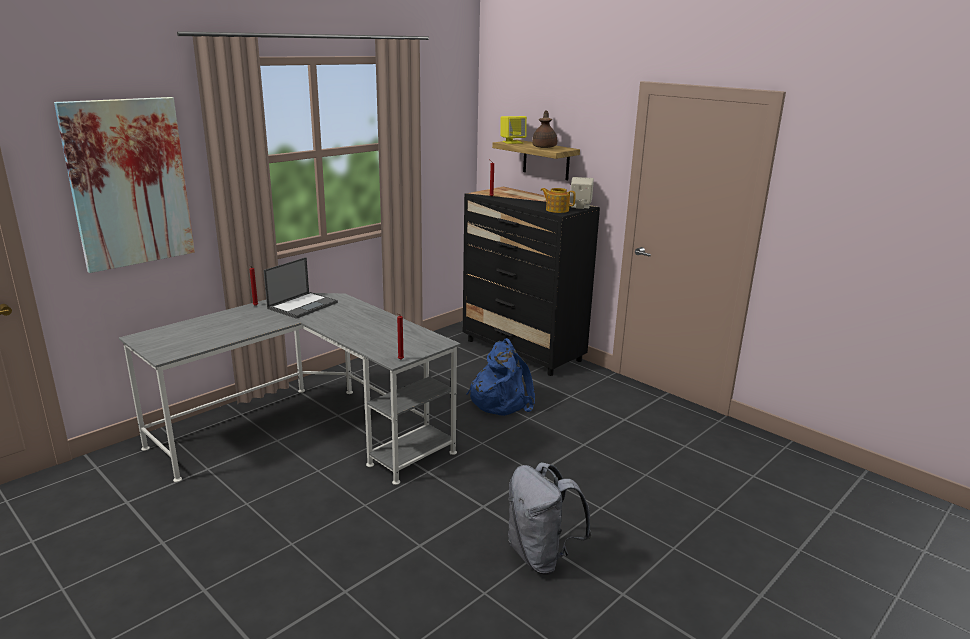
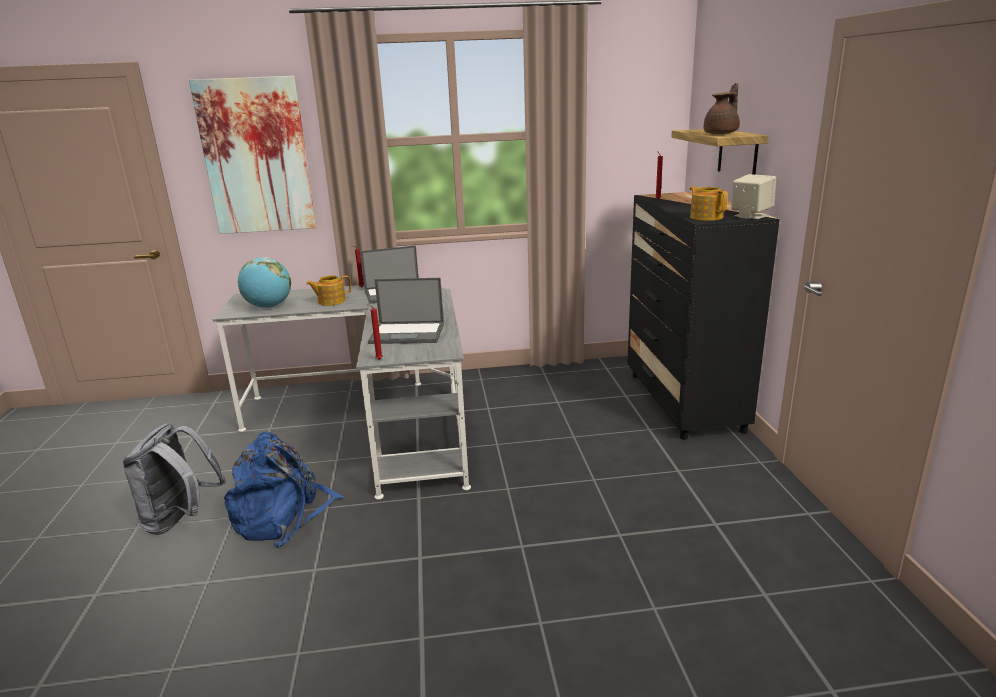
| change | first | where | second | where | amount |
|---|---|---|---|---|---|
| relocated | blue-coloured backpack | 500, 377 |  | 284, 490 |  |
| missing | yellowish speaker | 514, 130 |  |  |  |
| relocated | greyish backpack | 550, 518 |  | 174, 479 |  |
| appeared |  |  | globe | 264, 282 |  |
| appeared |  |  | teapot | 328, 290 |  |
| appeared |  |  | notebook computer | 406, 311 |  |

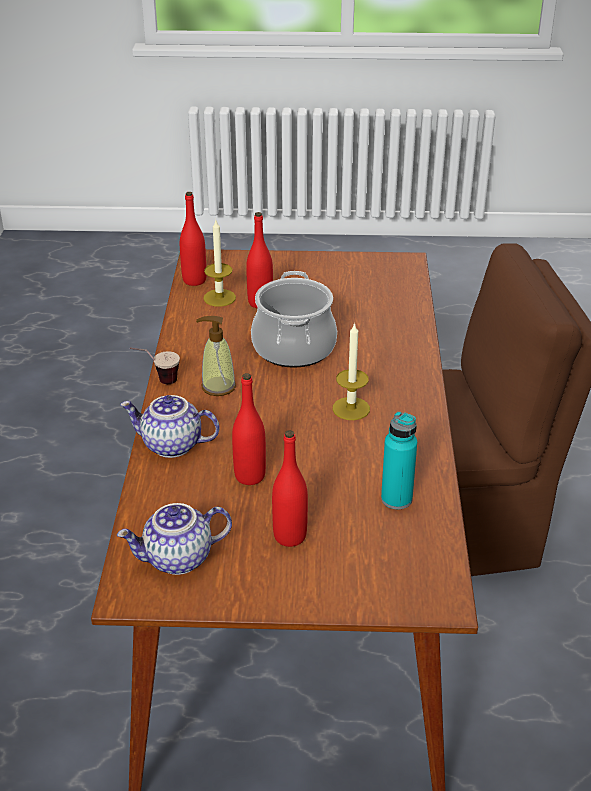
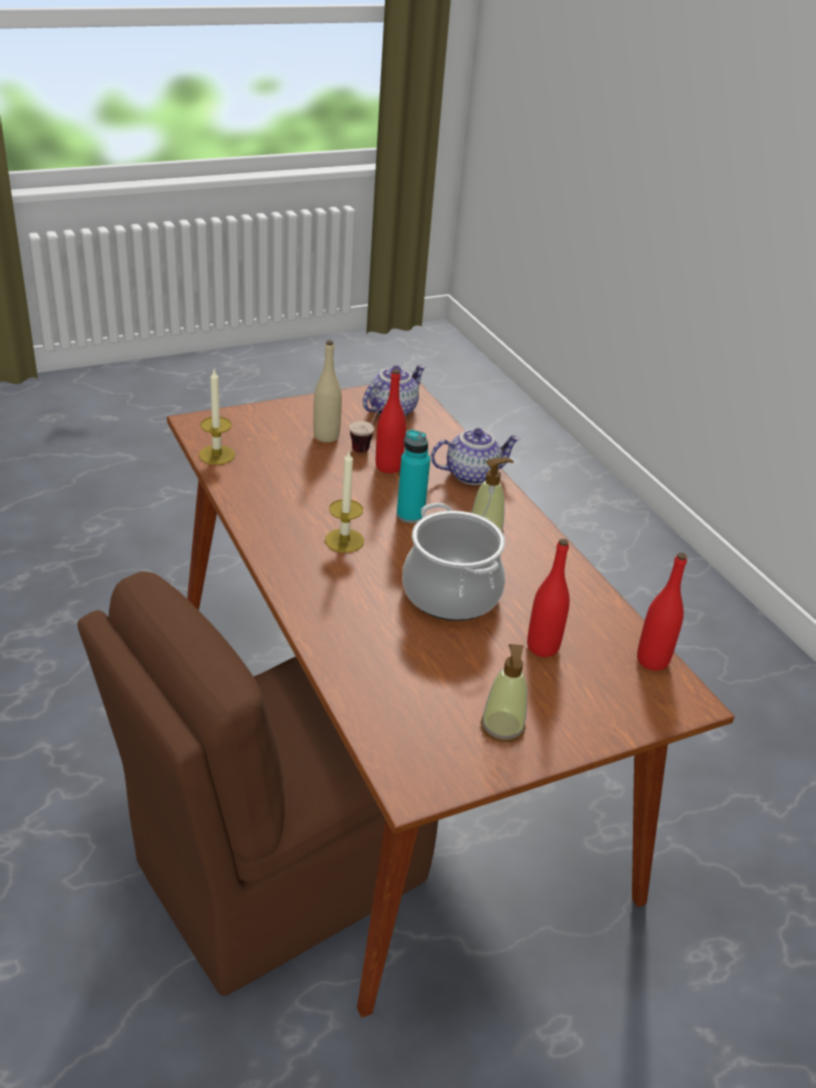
| change | first | where | second | where | amount |
|---|---|---|---|---|---|
| relocated | drinking cup | 155, 366 |  | 367, 429 |  |
| relocated | wax light | 219, 263 |  | 217, 417 |  |
| colour | reddish drink bottle | 290, 488 | sand-coloured drink bottle | 327, 391 |  |
| relocated | turquoise-coloured drink bottle | 399, 460 |  | 413, 476 |  |
| appeared |  |  | soap bottle | 504, 693 |  |

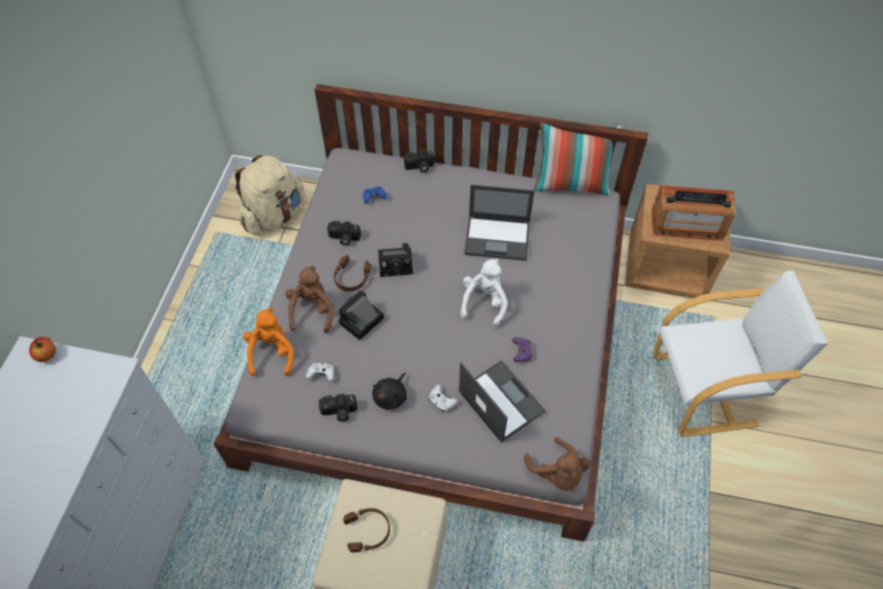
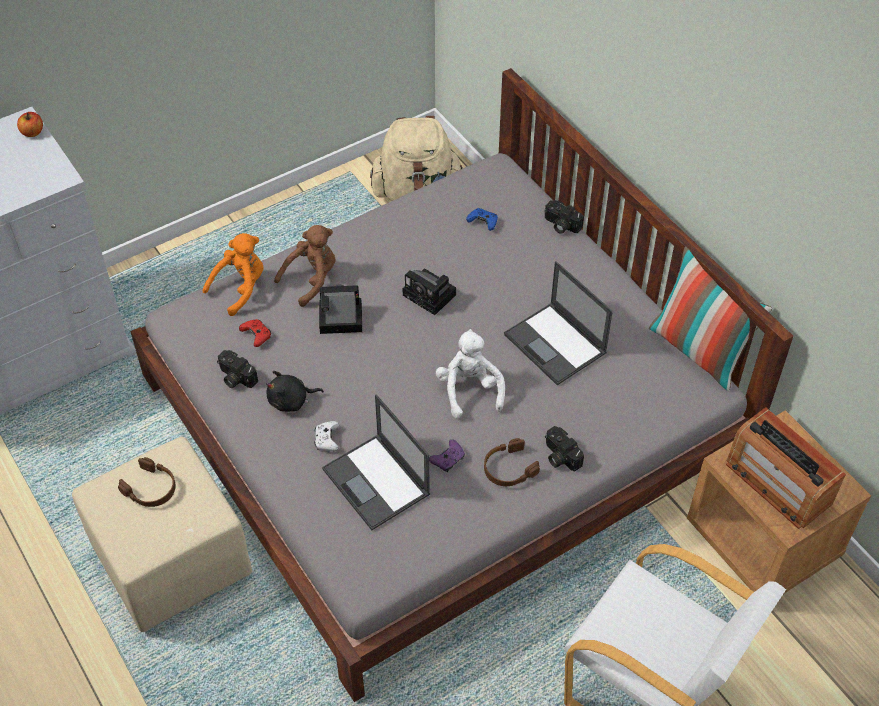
| change | first | where | second | where | amount |
|---|---|---|---|---|---|
| colour | white game controller | 320, 372 | reddish game controller | 255, 333 |  |
| relocated | still camera | 344, 233 |  | 564, 449 |  |
| relocated | brown-coloured headphones | 352, 273 |  | 512, 462 |  |
| spun | notebook computer | 502, 401 |  | 376, 462 | 135 degrees clockwise |
| spun | white soft toy | 484, 293 |  | 470, 373 | 75 degrees counterclockwise |
| missing | brown-coloured soft toy | 557, 464 |  |  |  |

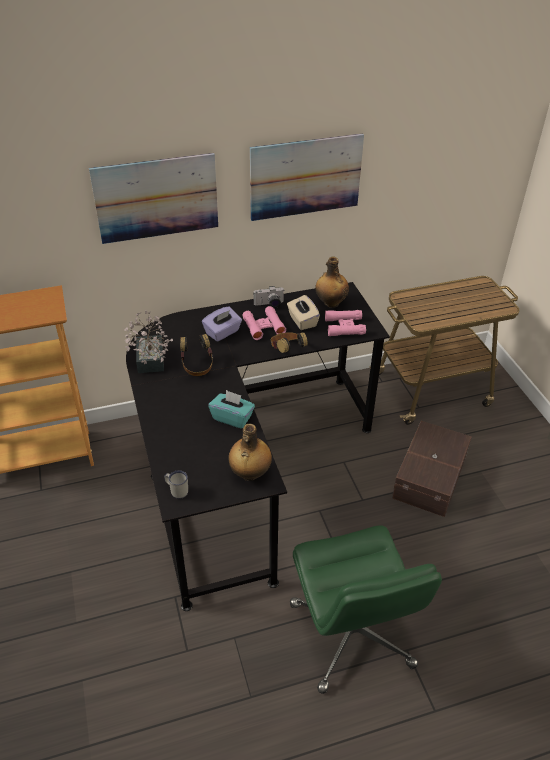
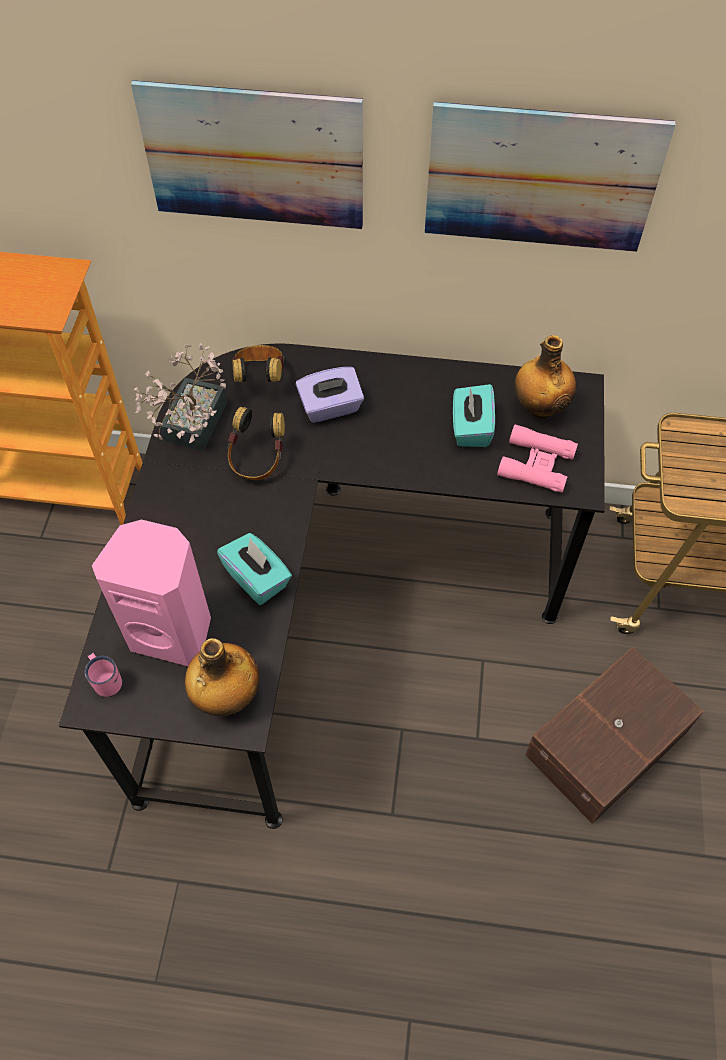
| change | first | where | second | where | amount |
|---|---|---|---|---|---|
| colour | white tea mug | 176, 484 | pink-coloured tea mug | 103, 674 |  |
| missing | pink-coloured pair of binoculars | 264, 323 |  |  |  |
| missing | still camera | 269, 297 |  |  |  |
| relocated | headphones | 289, 342 |  | 258, 363 |  |
| colour | sand-coloured tissue box | 303, 312 | turquoise-coloured tissue box | 474, 415 |  |
| missing | green-coloured desk chair | 366, 609 |  |  |  |
| appeared |  |  | pink-coloured speaker | 151, 593 |  |

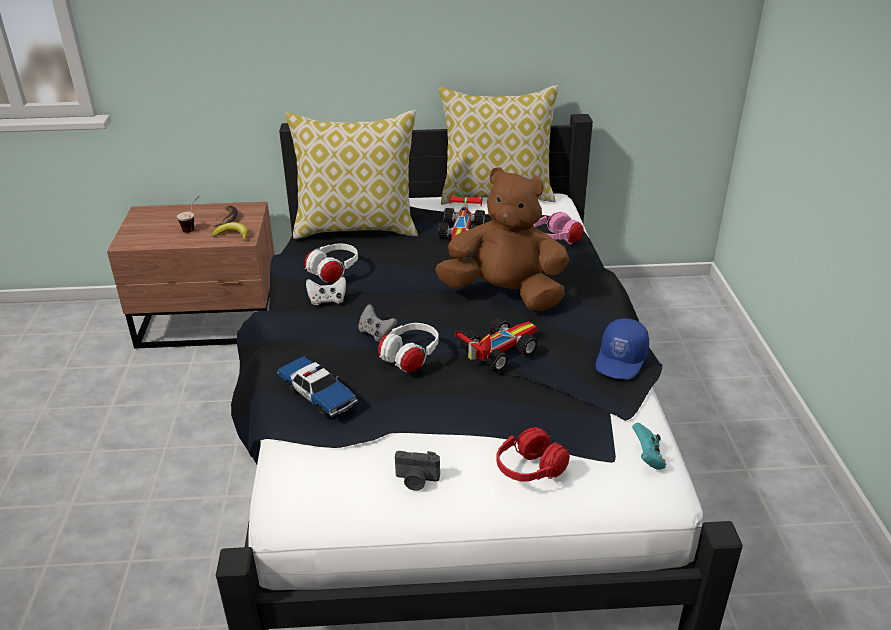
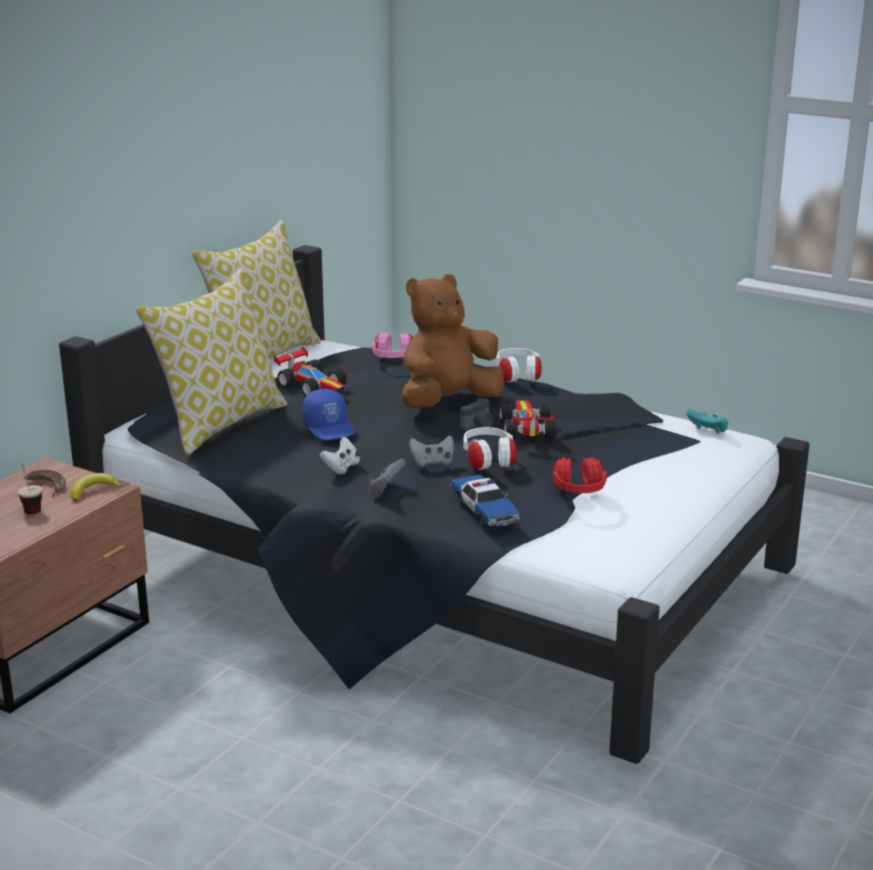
| change | first | where | second | where | amount |
|---|---|---|---|---|---|
| spun | model car | 317, 386 |  | 485, 500 | 75 degrees clockwise |
| relocated | white headphones | 331, 263 |  | 519, 365 |  |
| relocated | still camera | 417, 471 |  | 476, 414 |  |
| relocated | reddish headphones | 533, 454 |  | 580, 475 |  |
| relocated | blue-coloured baseball cap | 622, 348 |  | 328, 414 |  |
| appeared |  |  | greyish game controller | 387, 476 |  |

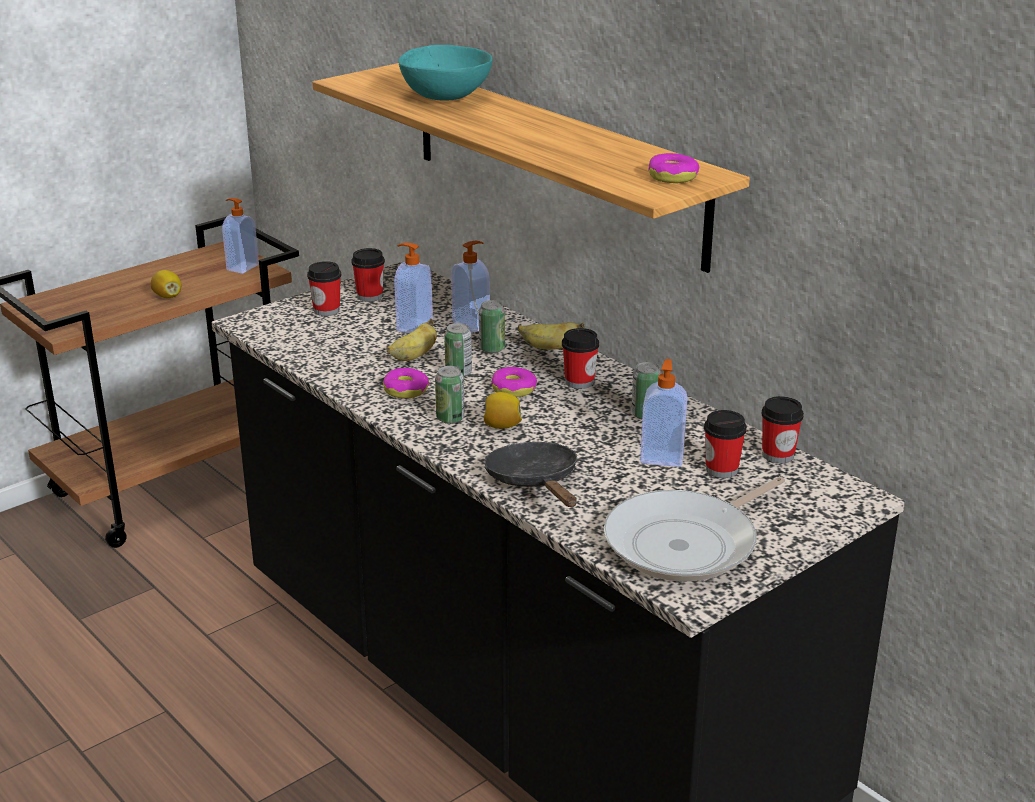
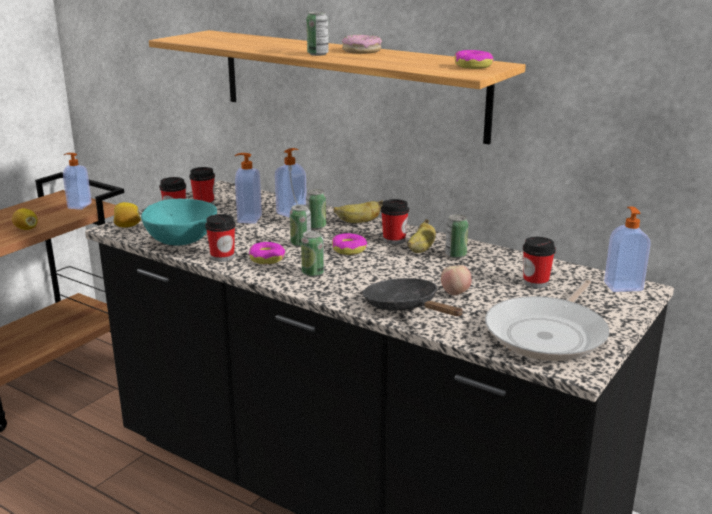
| change | first | where | second | where | amount |
|---|---|---|---|---|---|
| relocated | banana fruit | 411, 340 |  | 421, 236 |  |
| relocated | turquoise-coloured deep dish | 445, 73 |  | 179, 222 |  |
| relocated | lemon | 503, 410 |  | 127, 215 |  |
| relocated | soap bottle | 664, 413 |  | 627, 249 |  |
| relocated | drinking cup | 782, 429 |  | 220, 238 |  |
| appeared |  |  | can | 318, 34 |  |
| appeared |  |  | doughnut | 362, 44 |  |
| appeared |  |  | apple | 456, 280 |  |

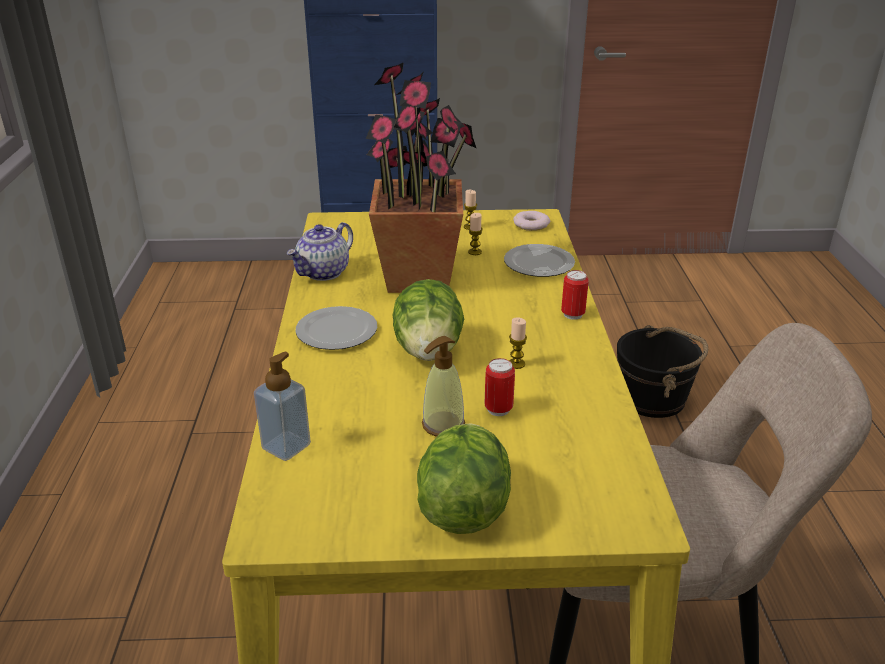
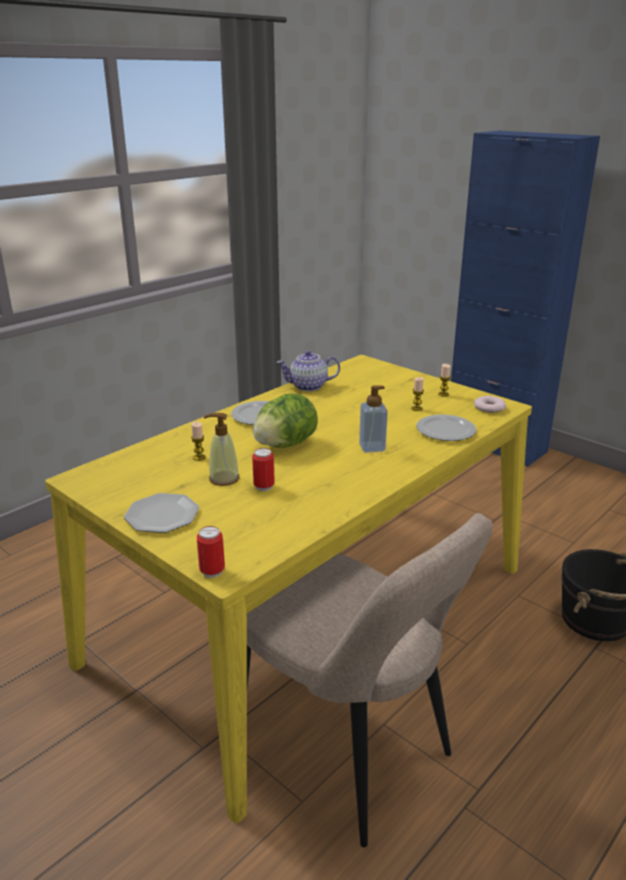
| change | first | where | second | where | amount |
|---|---|---|---|---|---|
| relocated | soap bottle | 282, 406 |  | 373, 419 |  |
| missing | potted plant | 421, 177 |  |  |  |
| exchanged | lettuce head | 464, 478 | dinner plate | 161, 513 |  |
| relocated | wax light | 518, 343 |  | 198, 441 |  |
| relocated | can | 575, 295 |  | 211, 552 |  |

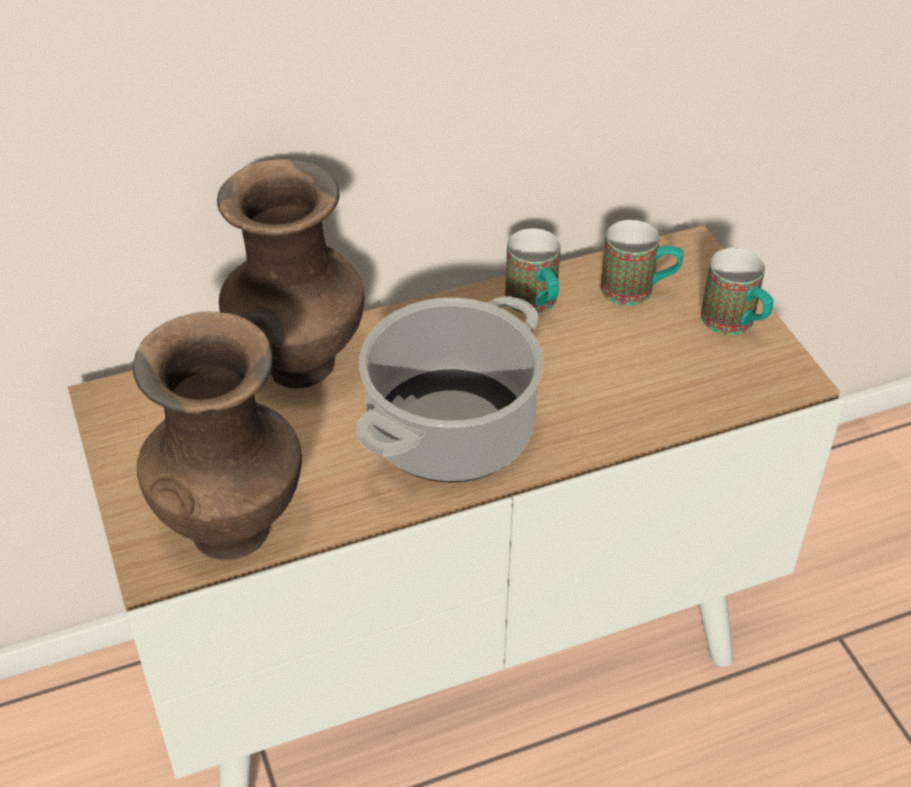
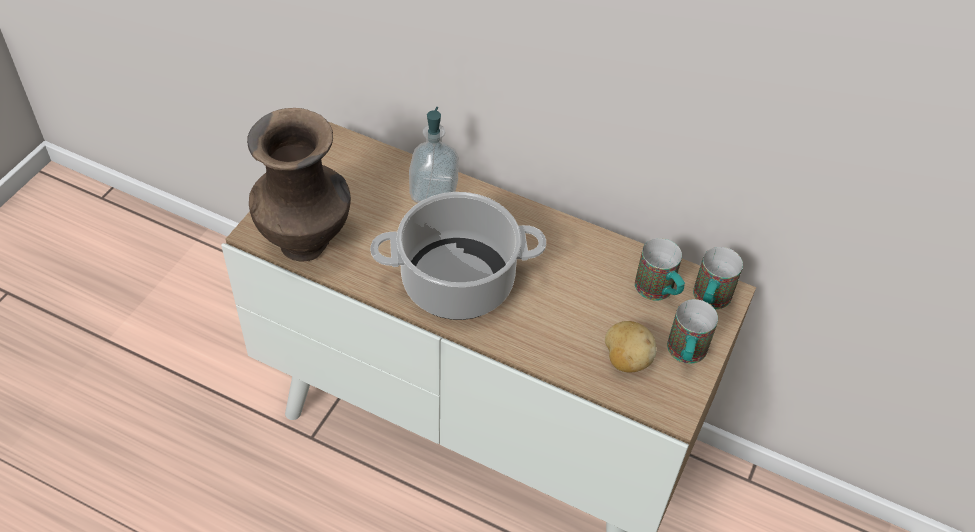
| change | first | where | second | where | amount |
|---|---|---|---|---|---|
| exchanged | brown-coloured flower vase | 290, 273 | soap bottle | 434, 155 |  |
| relocated | tea mug | 533, 271 |  | 718, 278 |  |
| appeared |  |  | spud | 631, 347 |  |

